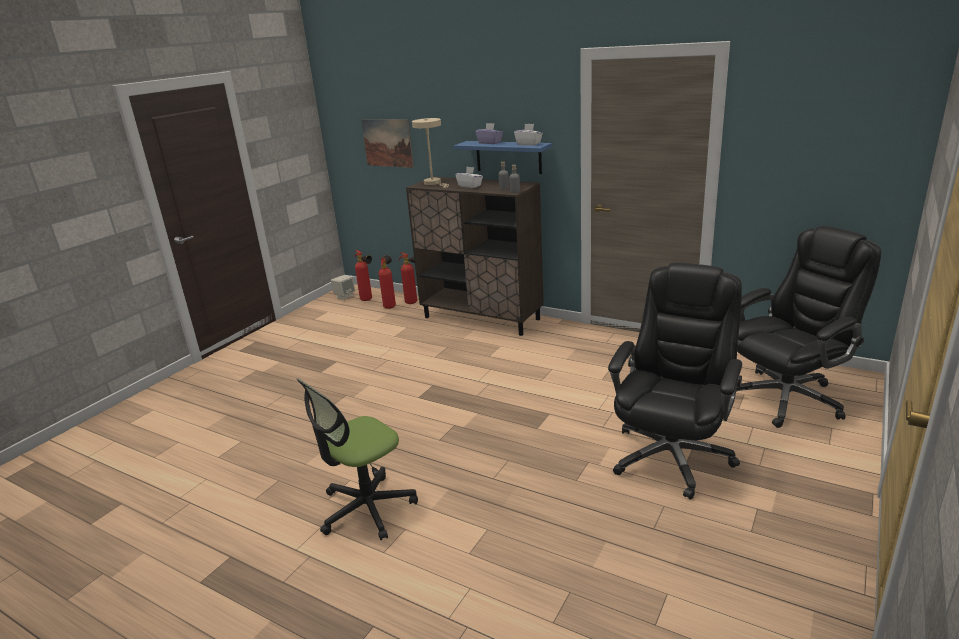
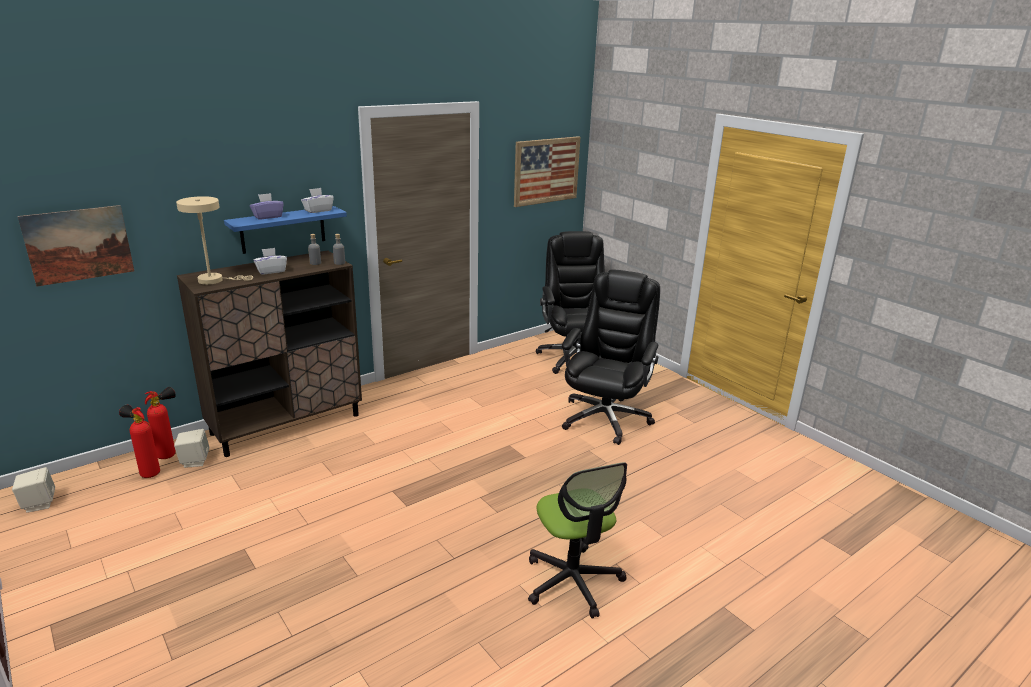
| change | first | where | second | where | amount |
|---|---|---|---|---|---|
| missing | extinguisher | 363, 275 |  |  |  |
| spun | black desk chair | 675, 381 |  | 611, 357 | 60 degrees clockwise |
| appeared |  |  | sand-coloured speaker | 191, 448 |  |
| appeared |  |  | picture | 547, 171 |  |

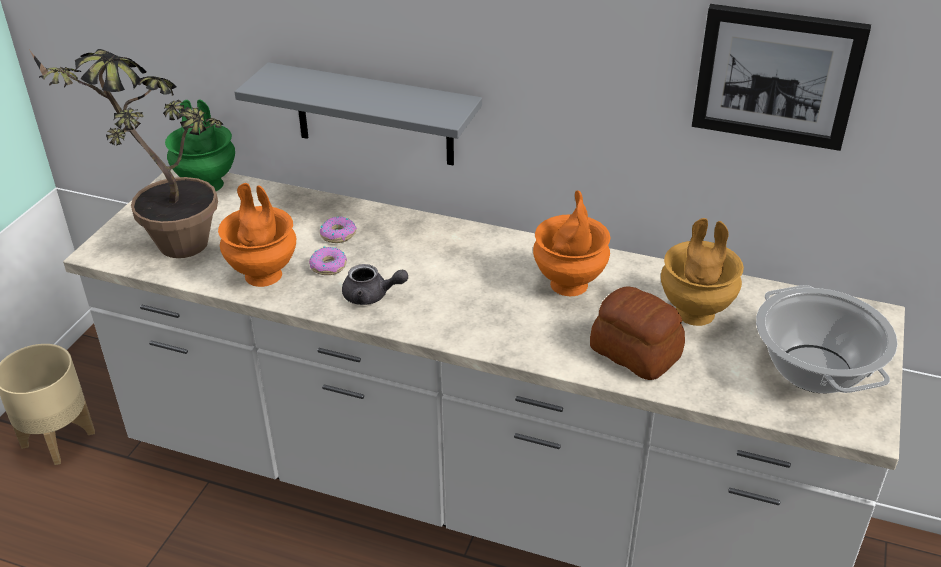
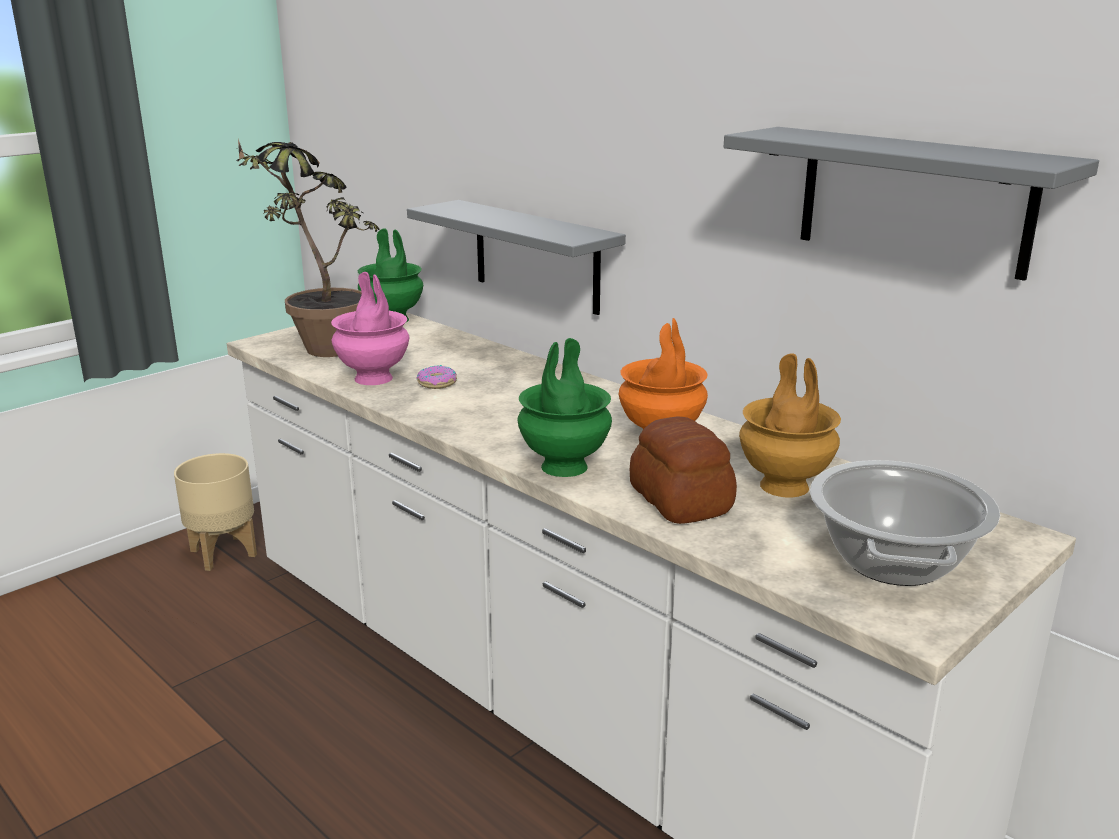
| change | first | where | second | where | amount |
|---|---|---|---|---|---|
| colour | orangey flower vase | 257, 235 | pink-coloured flower vase | 370, 328 |  |
| missing | doughnut | 338, 229 |  |  |  |
| missing | greyish teapot | 375, 284 |  |  |  |
| exchanged | picture | 781, 77 | greyish wall shelf | 911, 204 |  |
| appeared |  |  | green-coloured flower vase | 564, 407 |  |

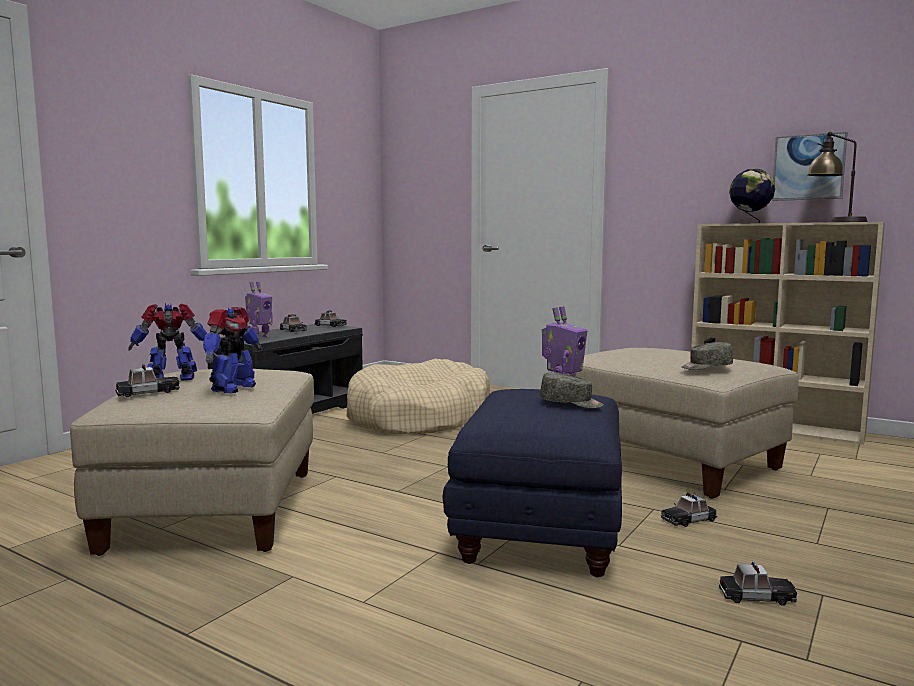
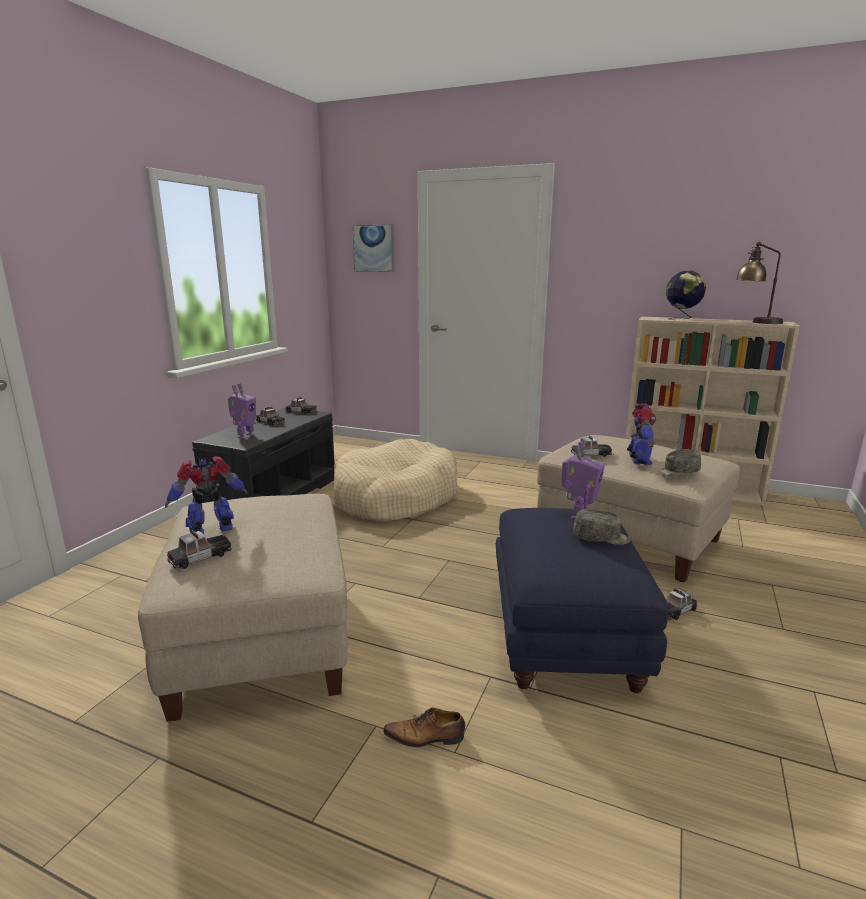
| change | first | where | second | where | amount |
|---|---|---|---|---|---|
| relocated | toy robot | 233, 350 |  | 642, 434 |  |
| relocated | model car | 758, 583 |  | 591, 446 |  |
| relocated | picture | 810, 166 |  | 373, 248 |  |
| appeared |  |  | item of footwear | 424, 727 |  |

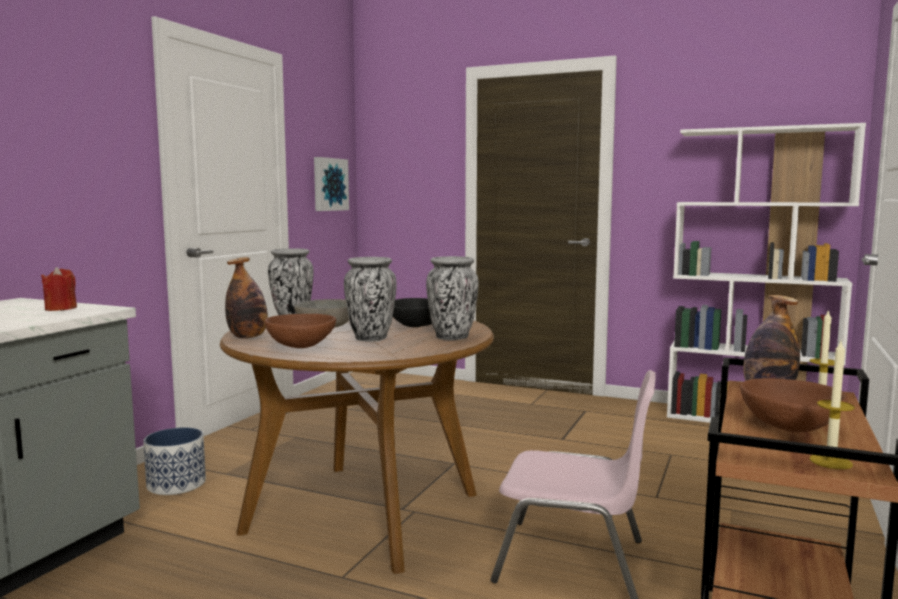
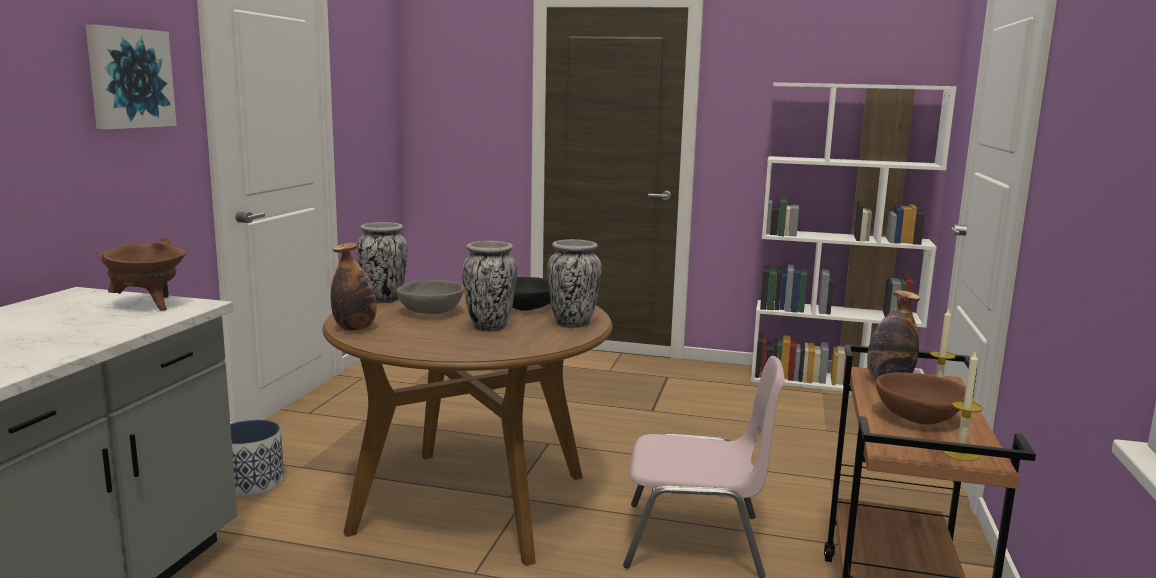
| change | first | where | second | where | amount |
|---|---|---|---|---|---|
| exchanged | reddish wax light | 59, 289 | brown-coloured stockpot | 142, 274 |  |
| missing | brown-coloured deep dish | 300, 331 |  |  |  |
| relocated | picture | 331, 184 |  | 131, 77 |  |

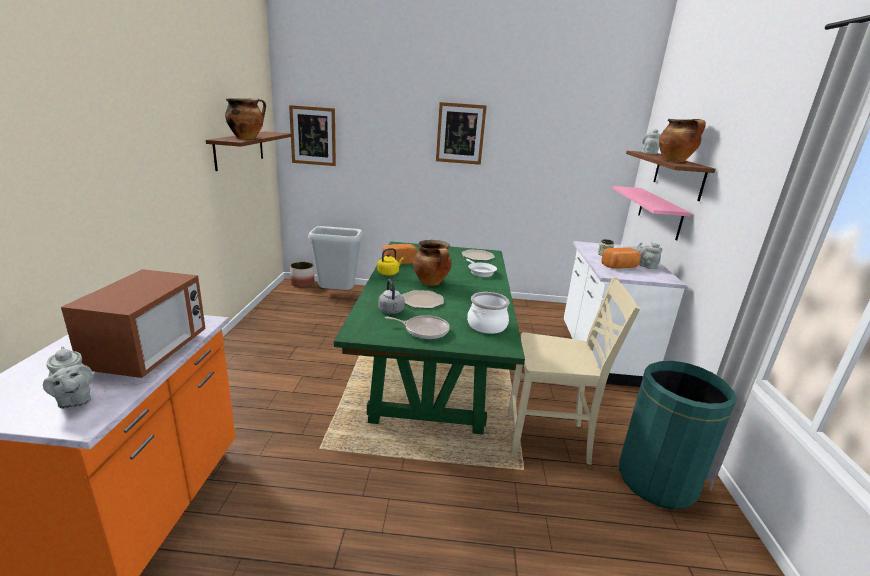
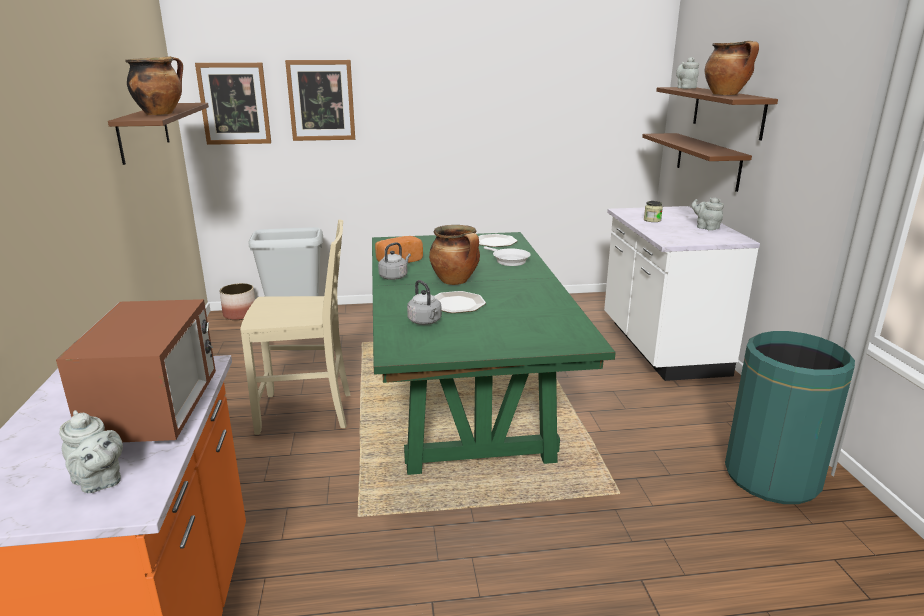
| change | first | where | second | where | amount |
|---|---|---|---|---|---|
| colour | yellowish tea kettle | 390, 262 | greyish tea kettle | 394, 261 |  |
| missing | frying pan | 417, 327 |  |  |  |
| relocated | picture | 461, 133 |  | 320, 100 |  |
| missing | stockpot | 488, 313 |  |  |  |
| relocated | sand-coloured upright chair | 574, 371 |  | 295, 327 |  |
| missing | bread | 621, 258 |  |  |  |
| colour | pink-coloured wall shelf | 652, 213 | brown-coloured wall shelf | 697, 162 |  |

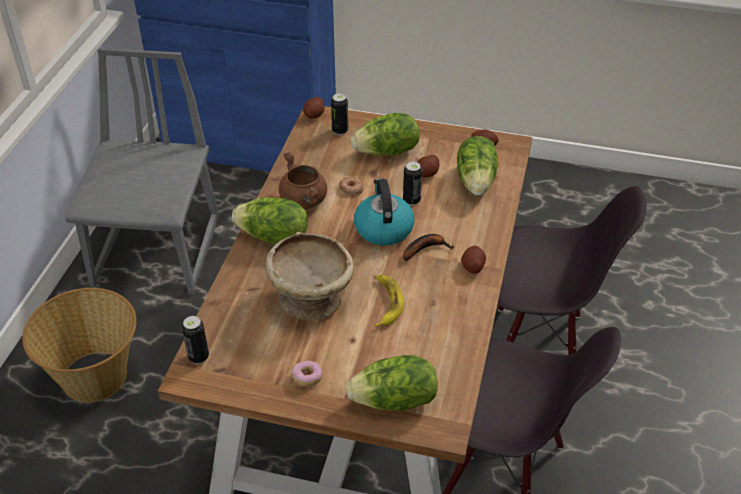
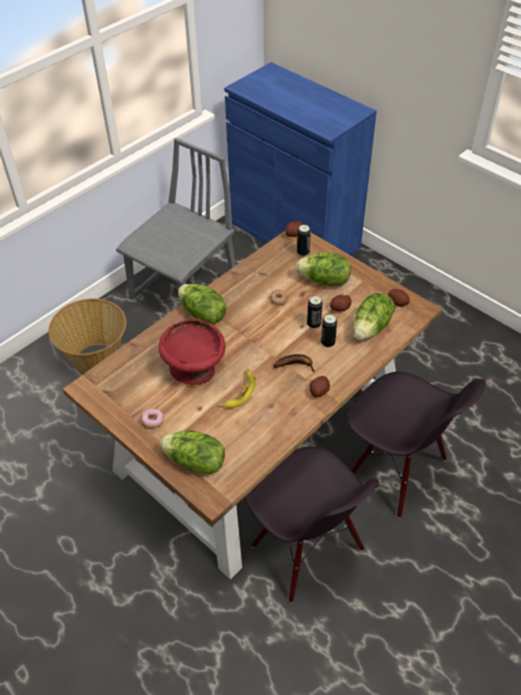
| change | first | where | second | where | amount |
|---|---|---|---|---|---|
| relocated | can | 195, 340 |  | 329, 331 |  |
| colour | sand-coloured deep dish | 309, 276 | reddish deep dish | 192, 352 |  |
| missing | brown-coloured stockpot | 303, 180 |  |  |  |
| missing | tea kettle | 384, 212 |  |  |  |

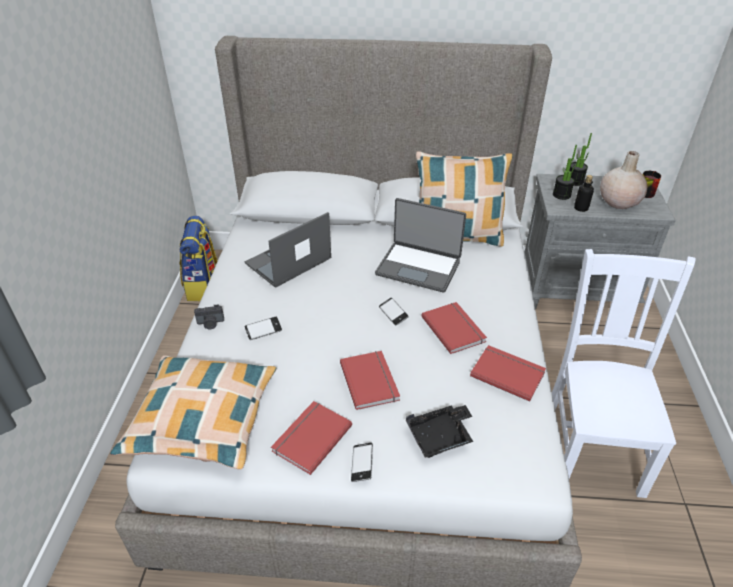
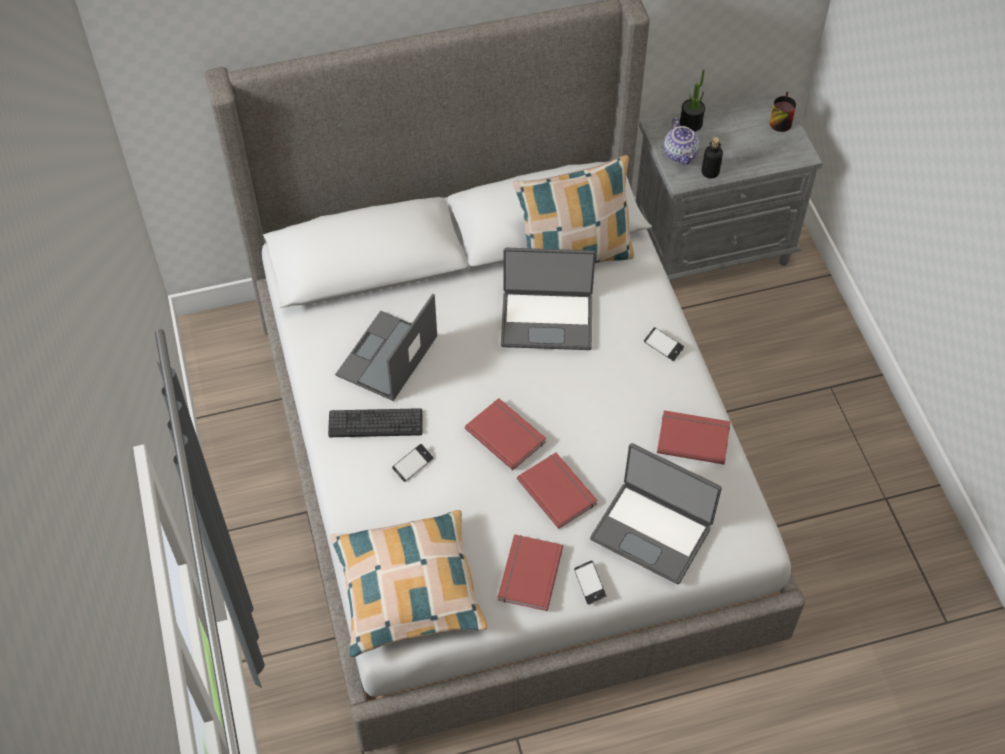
| change | first | where | second | where | amount |
|---|---|---|---|---|---|
| missing | backpack | 198, 258 |  |  |  |
| missing | still camera | 209, 317 |  |  |  |
| relocated | phone | 394, 312 |  | 664, 344 |  |
| exchanged | black serving tray | 439, 431 | notebook computer | 656, 513 |  |
| relocated | reddish volume | 454, 328 |  | 505, 434 |  |
| missing | white upright chair | 624, 373 |  |  |  |
| exchanged | potted plant | 565, 172 | teapot | 682, 141 |  |
| missing | sand-coloured flower vase | 623, 180 |  |  |  |
| appeared |  |  | keyboard | 375, 422 |  |

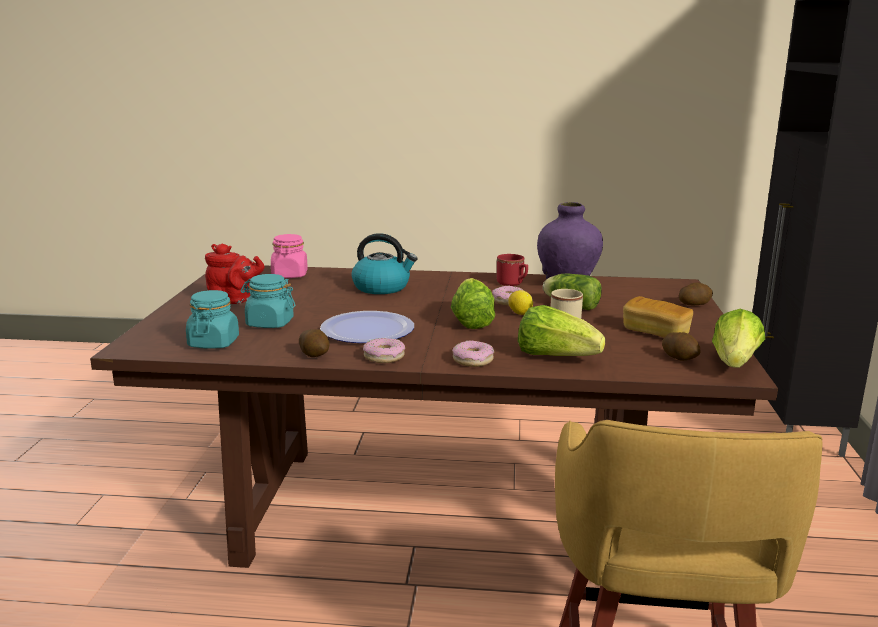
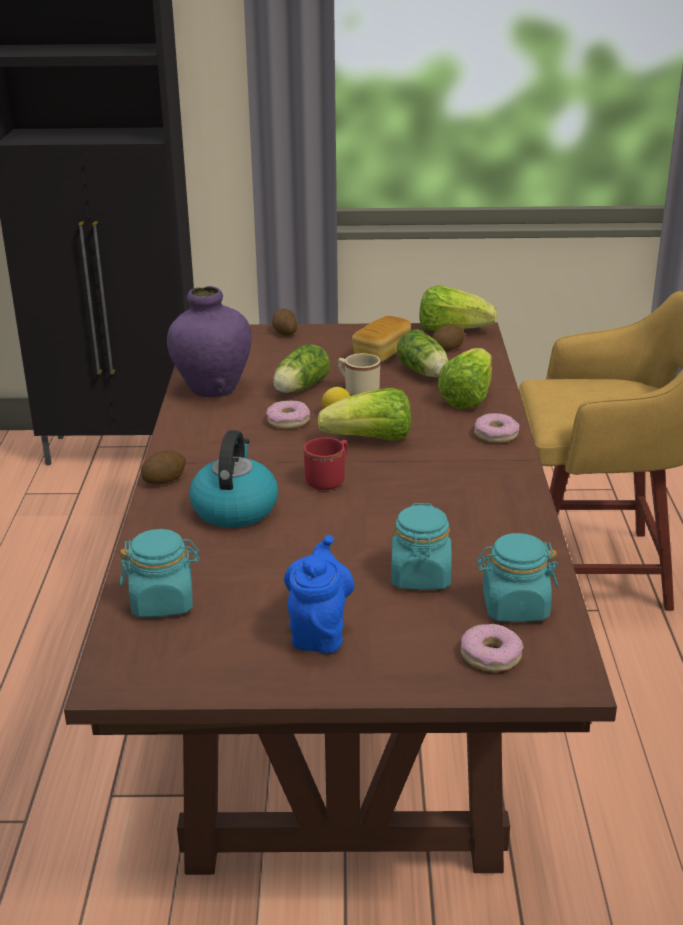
| change | first | where | second | where | amount |
|---|---|---|---|---|---|
| colour | reddish teapot | 235, 274 | blue-coloured teapot | 319, 594 |  |
| colour | pink-coloured storage jar | 289, 256 | turquoise-coloured storage jar | 160, 573 |  |
| relocated | spud | 314, 343 |  | 163, 468 |  |
| missing | dinner plate | 367, 327 |  |  |  |
| relocated | doughnut | 384, 350 |  | 492, 648 |  |
| relocated | reddish tea mug | 512, 270 |  | 326, 463 |  |
| appeared |  |  | lettuce head | 422, 353 |  |

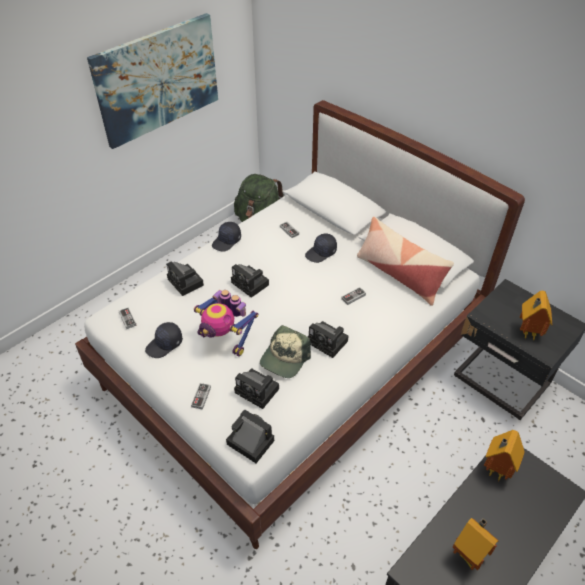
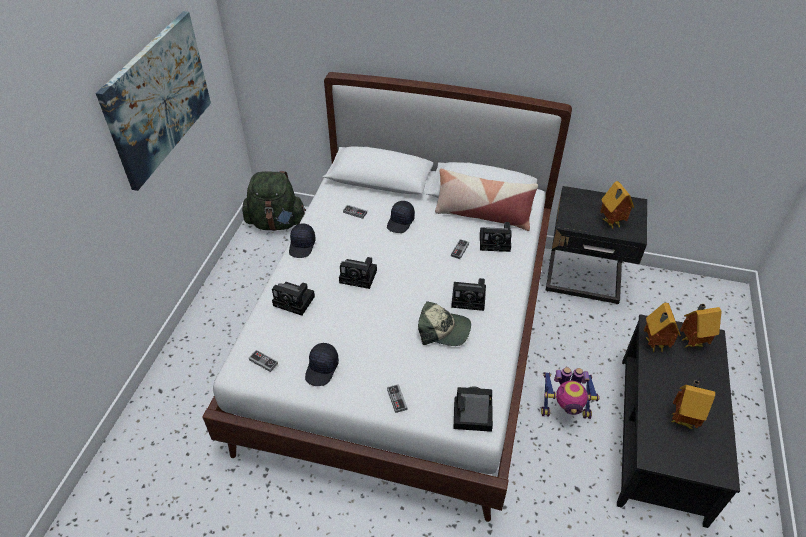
| change | first | where | second | where | amount |
|---|---|---|---|---|---|
| relocated | toy robot | 226, 323 |  | 570, 393 |  |
| relocated | still camera | 256, 388 |  | 496, 237 |  |
| spun | baseball cap | 285, 351 |  | 444, 323 | 75 degrees counterclockwise |
| appeared |  |  | toy house | 701, 326 |  |

